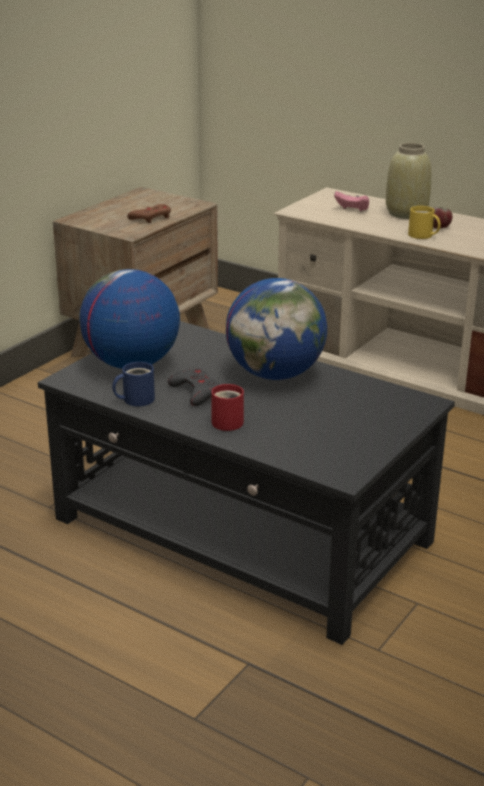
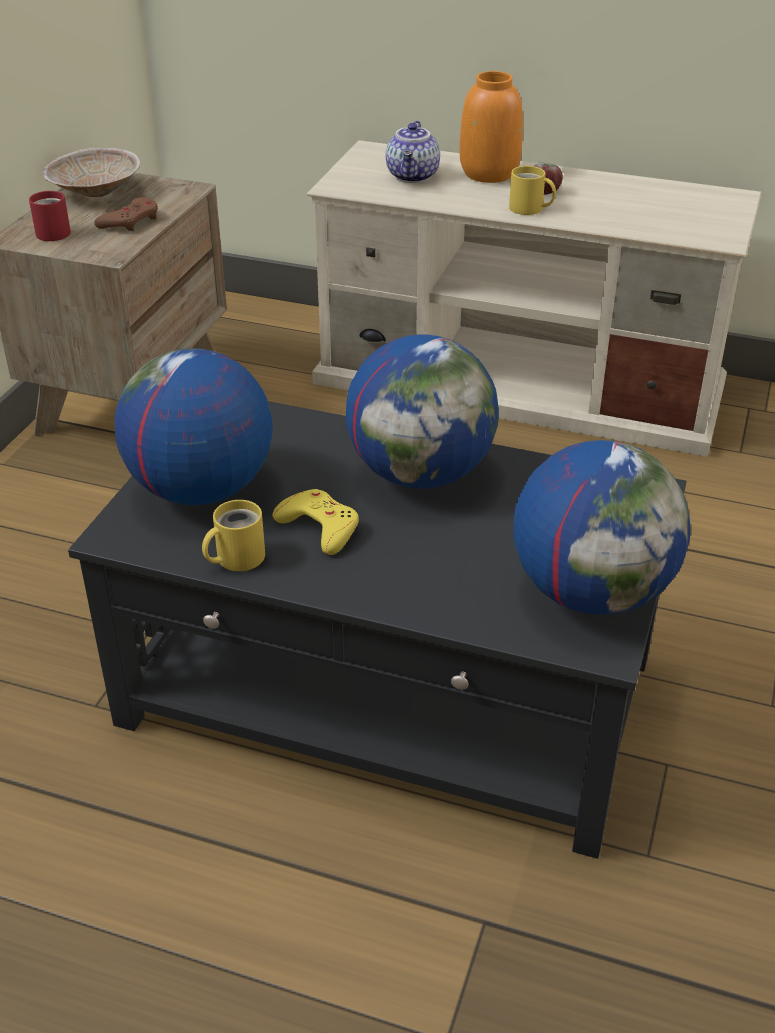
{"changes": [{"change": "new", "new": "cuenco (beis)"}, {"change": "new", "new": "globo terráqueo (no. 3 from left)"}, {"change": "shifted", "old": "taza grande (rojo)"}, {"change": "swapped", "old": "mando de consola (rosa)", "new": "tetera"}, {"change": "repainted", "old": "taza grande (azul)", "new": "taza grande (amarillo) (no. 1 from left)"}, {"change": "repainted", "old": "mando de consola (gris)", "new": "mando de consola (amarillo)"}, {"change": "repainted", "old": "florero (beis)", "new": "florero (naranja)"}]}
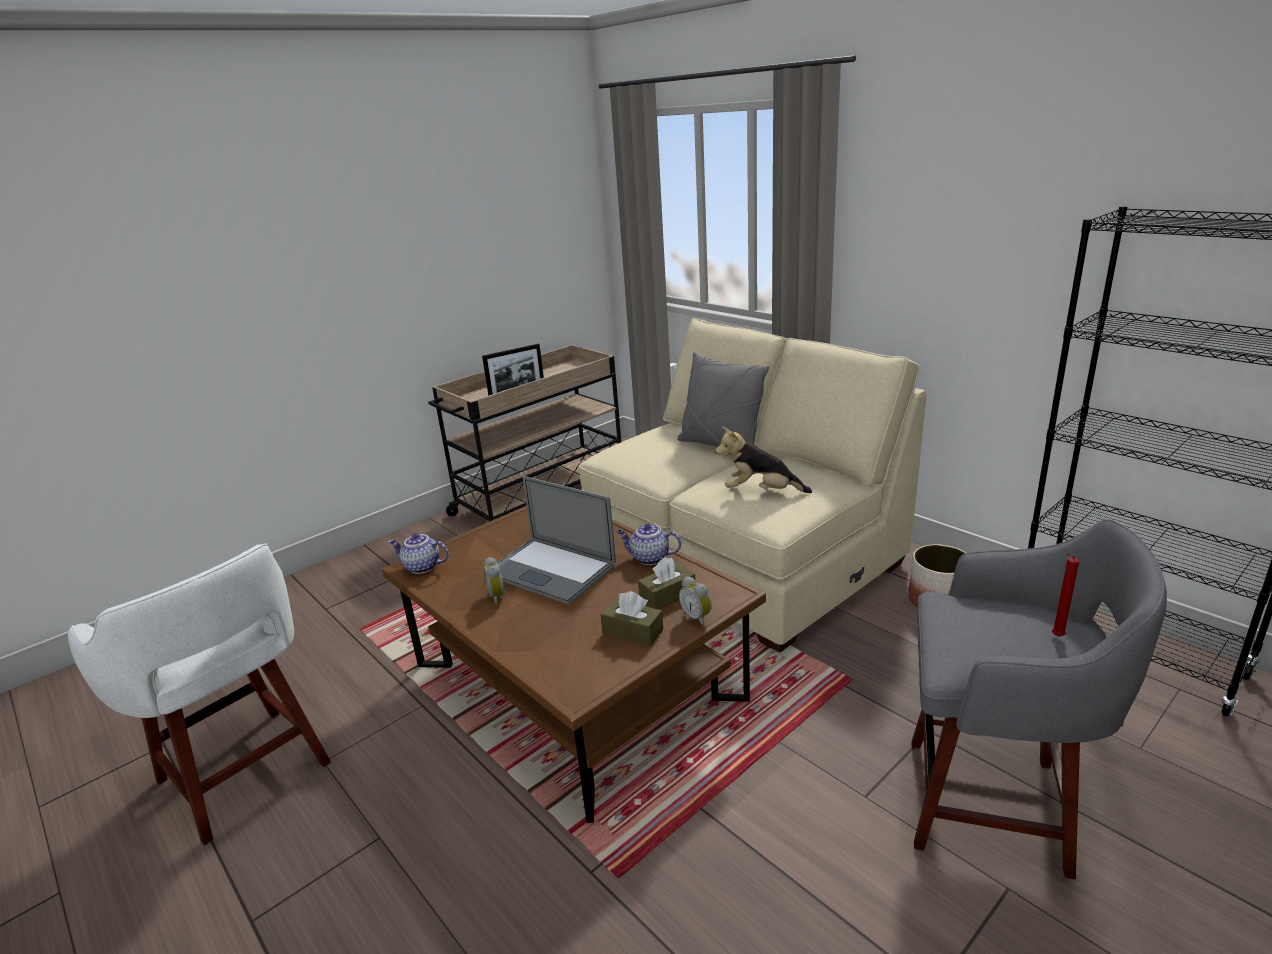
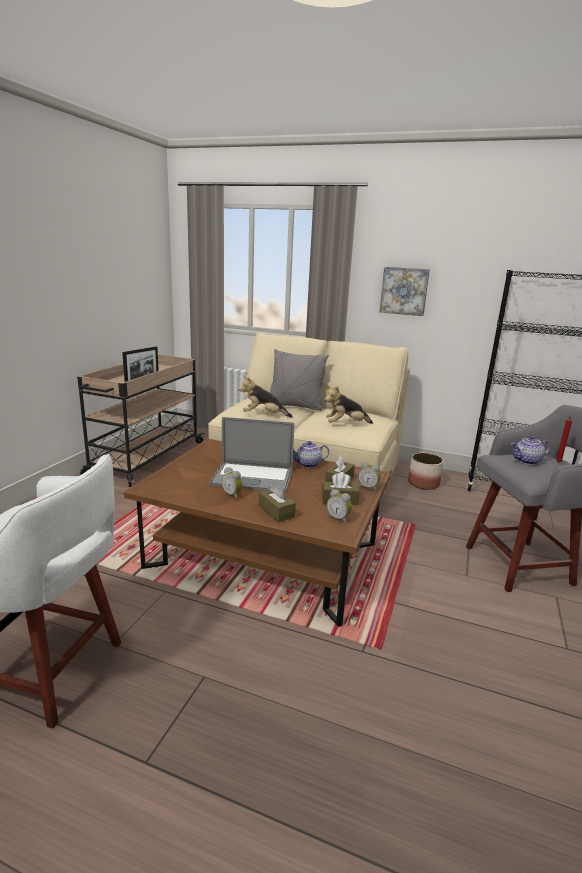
{"changes": [{"change": "new", "new": "peluche (no. 1 from left)"}, {"change": "new", "new": "caja de pañuelos (marrón) (no. 1 from left)"}, {"change": "new", "new": "despertador (no. 2 from left)"}, {"change": "new", "new": "cuadro"}, {"change": "shifted", "old": "tetera (no. 1 from left in the first image)", "new": "tetera (no. 2 from left)"}]}
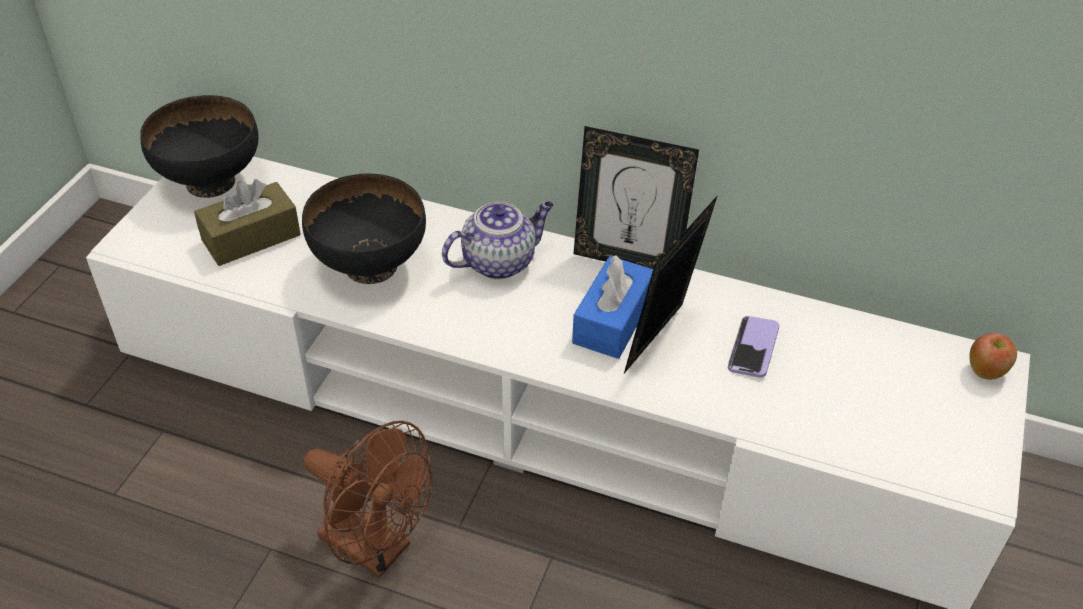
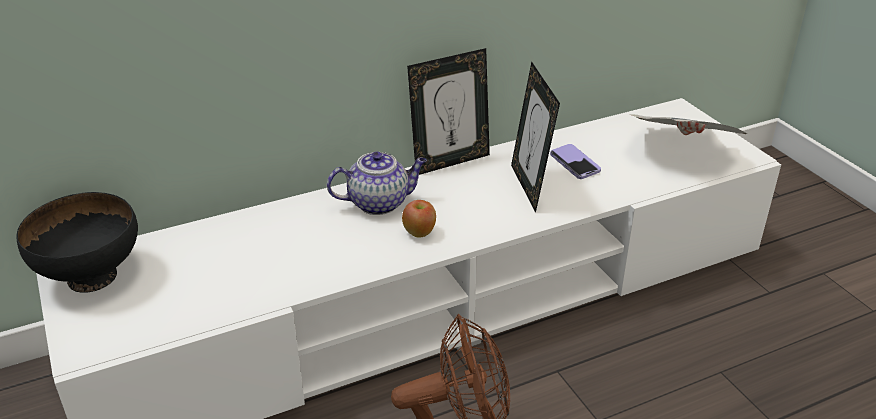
{"changes": [{"change": "gone", "old": "caja de pañuelos (marrón)"}, {"change": "gone", "old": "cuenco (negro) (no. 2 from left)"}, {"change": "gone", "old": "caja de pañuelos (azul)"}, {"change": "new", "new": "periódico"}, {"change": "shifted", "old": "manzana"}, {"change": "rotated", "old": "tetera", "degrees": 60}]}
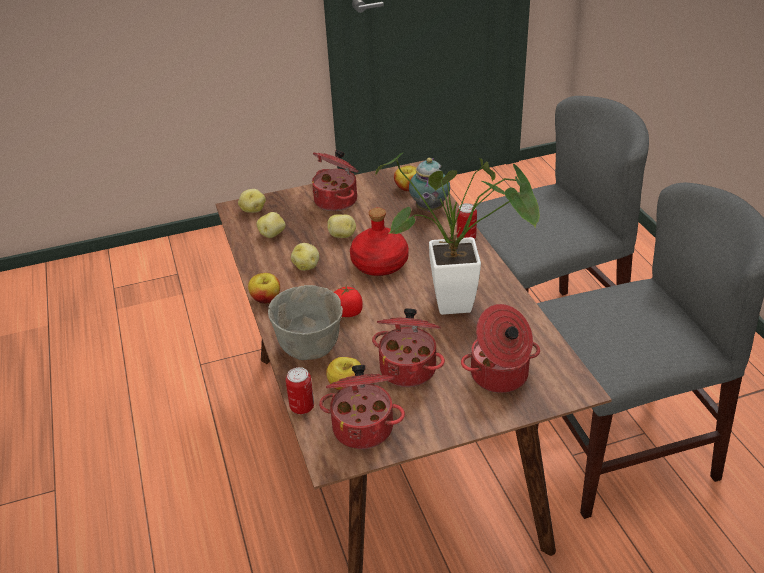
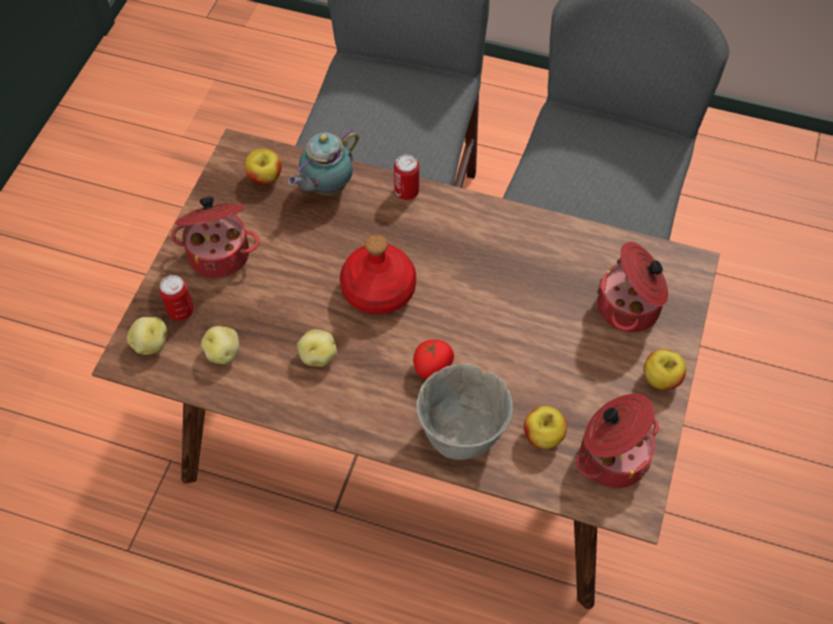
{"changes": [{"change": "gone", "old": "patata (no. 4 from left)"}, {"change": "gone", "old": "olla (no. 3 from left)"}, {"change": "gone", "old": "planta en maceta"}, {"change": "shifted", "old": "manzana (no. 1 from left in the first image)", "new": "manzana (no. 3 from left)"}, {"change": "shifted", "old": "lata (no. 1 from left)"}, {"change": "rotated", "old": "tetera", "degrees": 90}]}
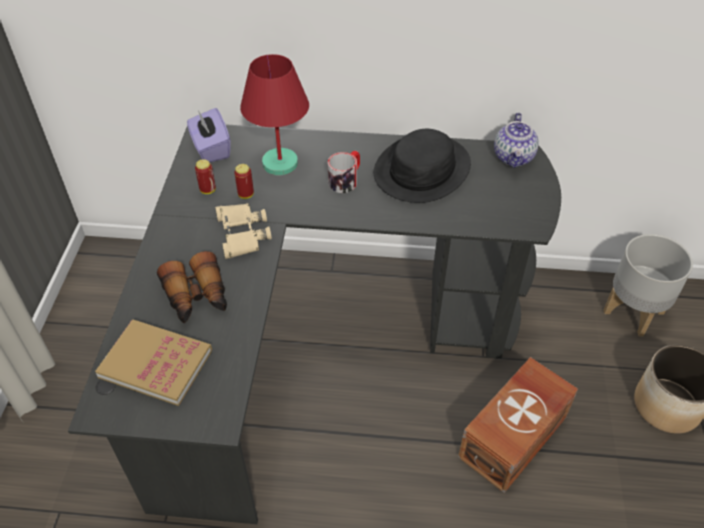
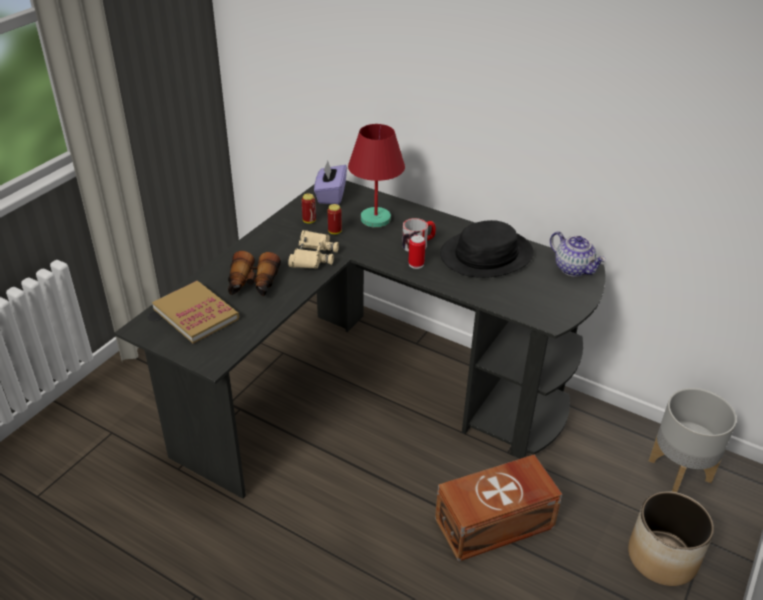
{"changes": [{"change": "new", "new": "lata (no. 3 from left)"}, {"change": "rotated", "old": "tetera", "degrees": -75}]}
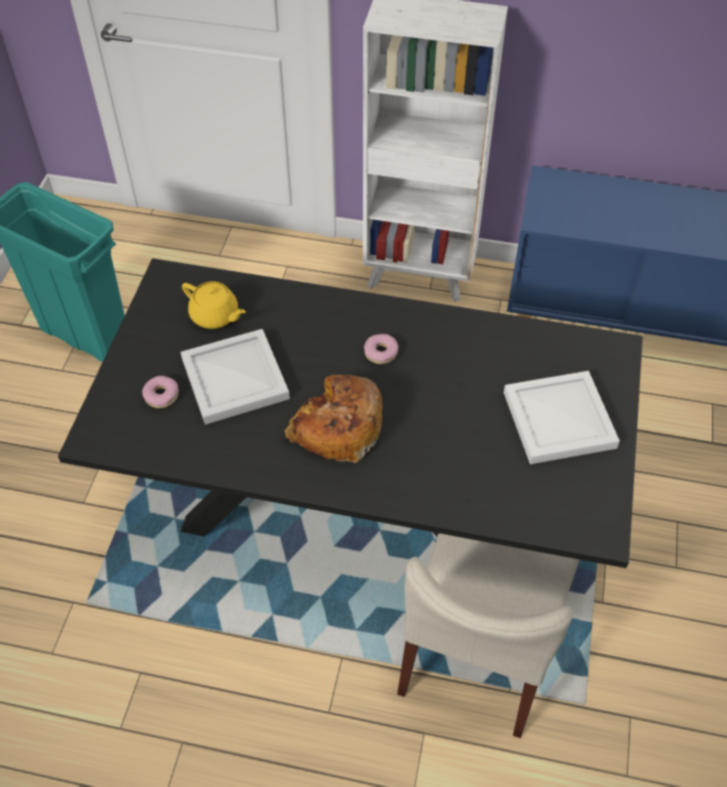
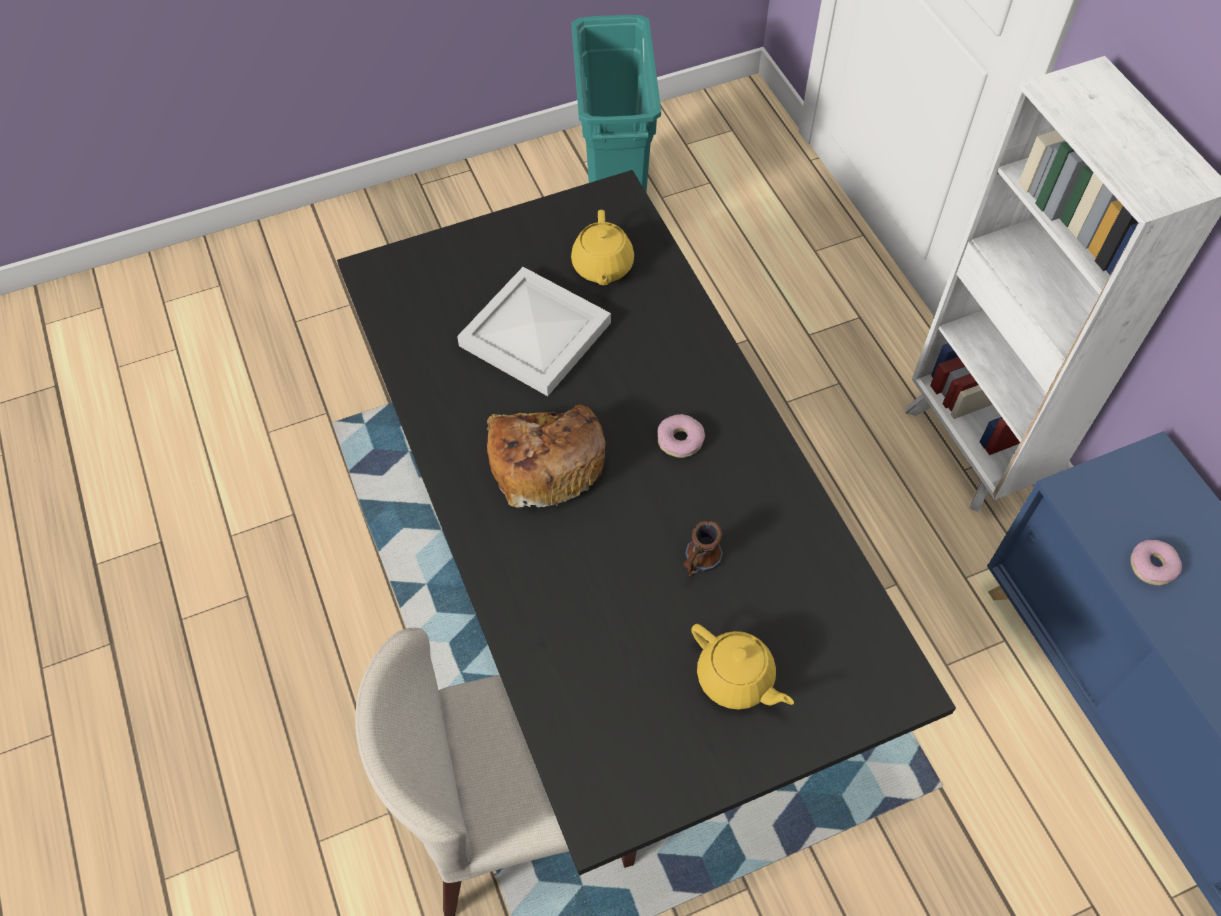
{"changes": [{"change": "new", "new": "taza grande"}, {"change": "shifted", "old": "rosquilla (no. 1 from left in the first image)", "new": "rosquilla (no. 2 from left)"}, {"change": "swapped", "old": "bandeja (blanco) (no. 2 from left)", "new": "tetera (amarillo) (no. 2 from left)"}]}
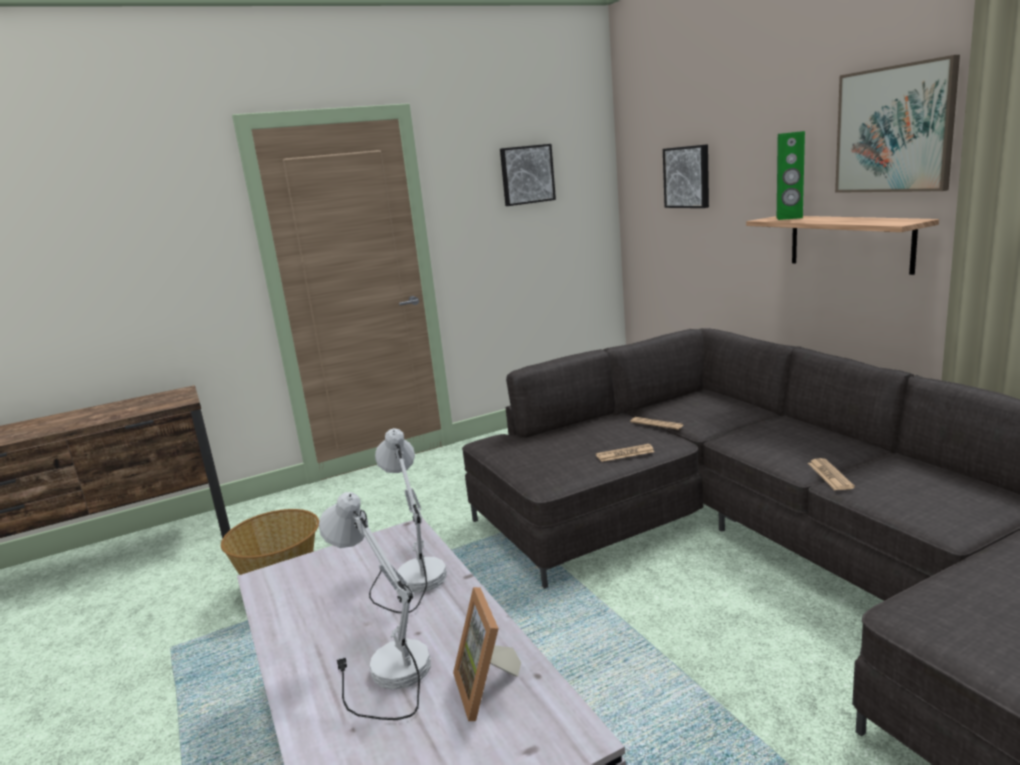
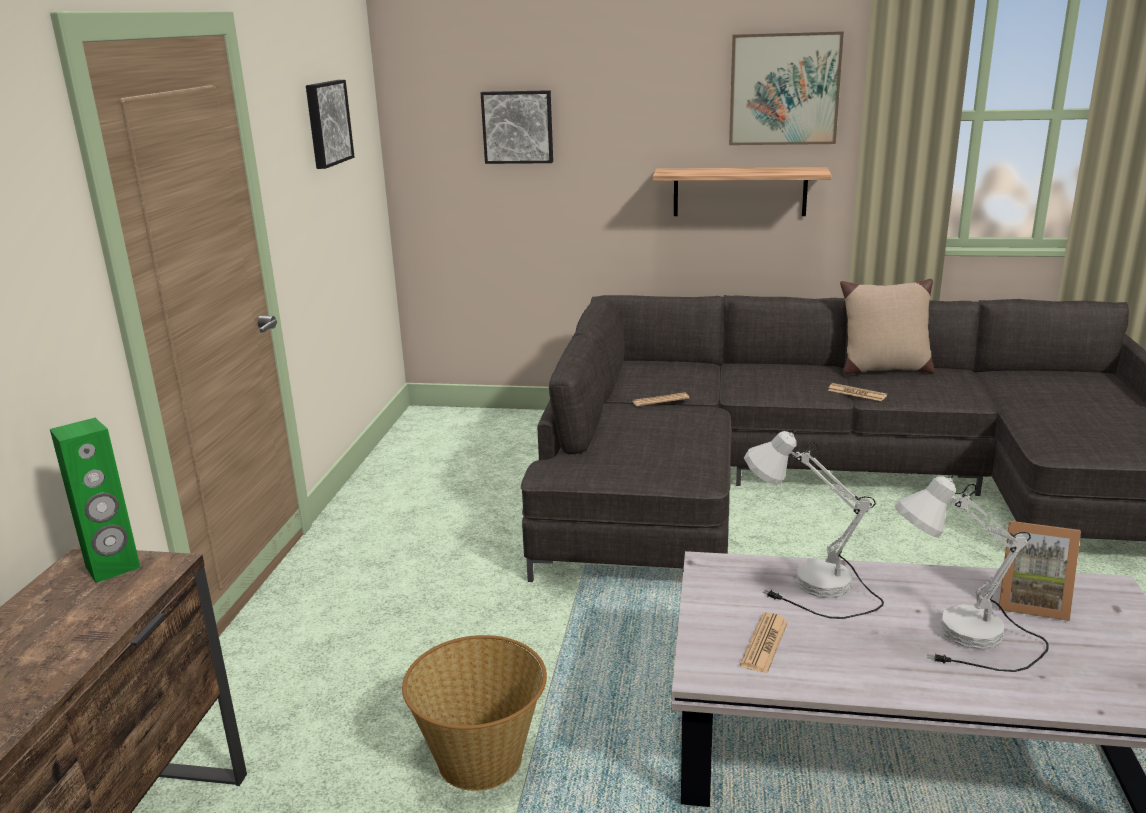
{"changes": [{"change": "new", "new": "cojín (beis)"}, {"change": "shifted", "old": "periódico (no. 1 from left in the first image)", "new": "periódico (no. 2 from left)"}, {"change": "shifted", "old": "altavoz (verde)"}]}
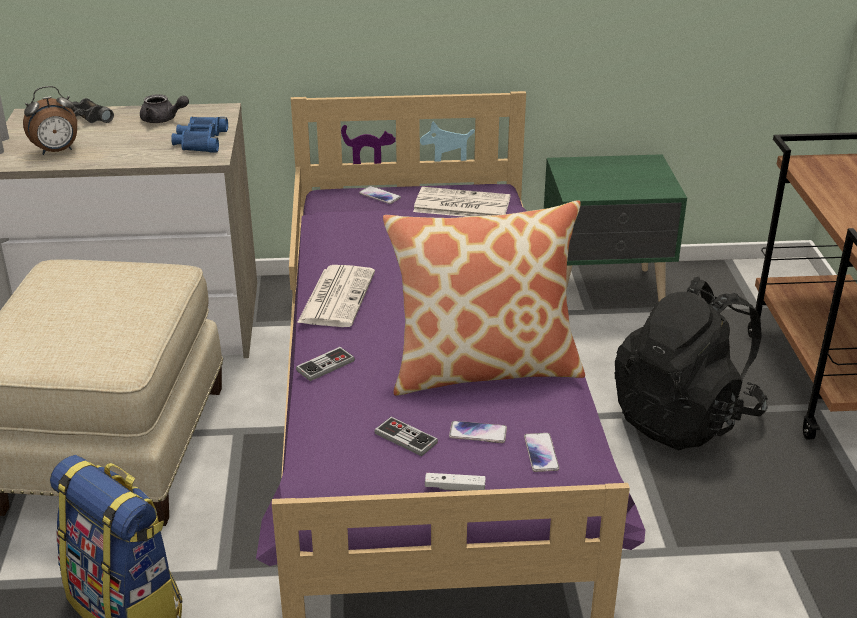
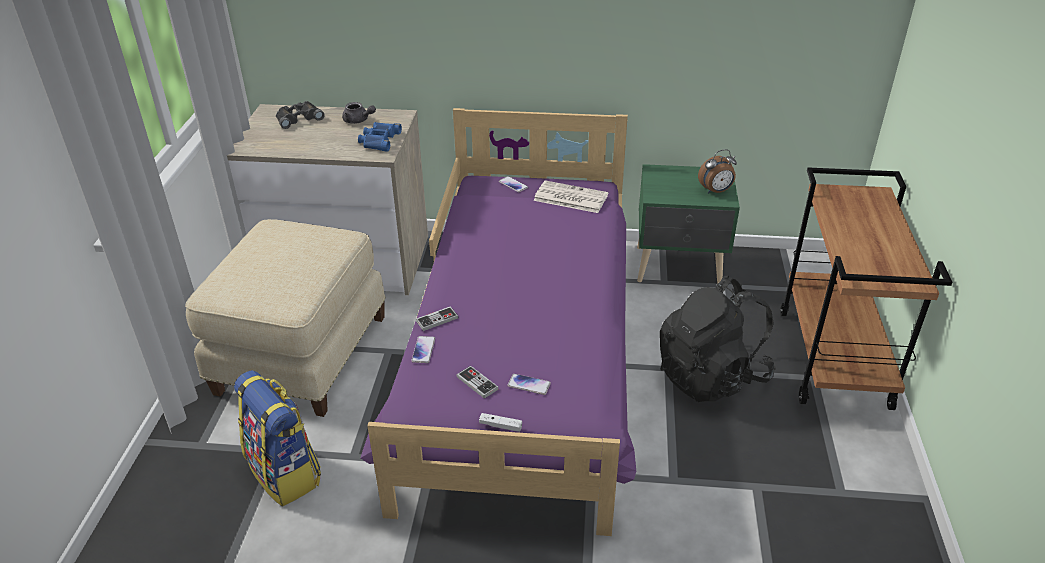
{"changes": [{"change": "gone", "old": "periódico (no. 1 from left)"}, {"change": "gone", "old": "cojín"}, {"change": "shifted", "old": "despertador"}, {"change": "shifted", "old": "móvil (no. 3 from left in the first image)", "new": "móvil (no. 1 from left)"}]}
